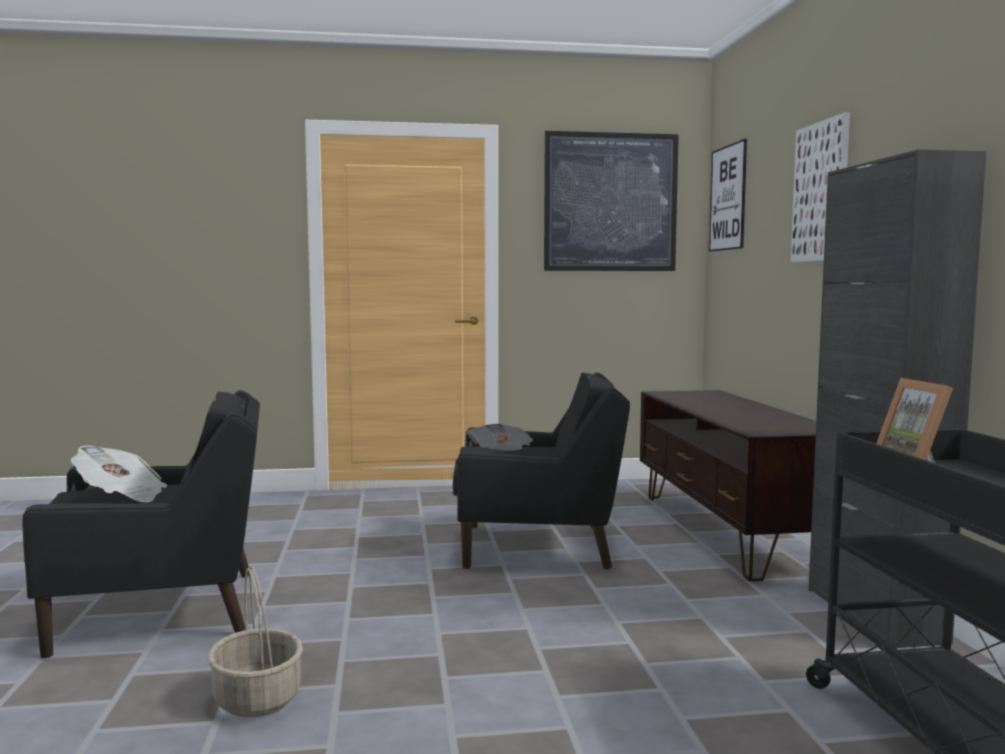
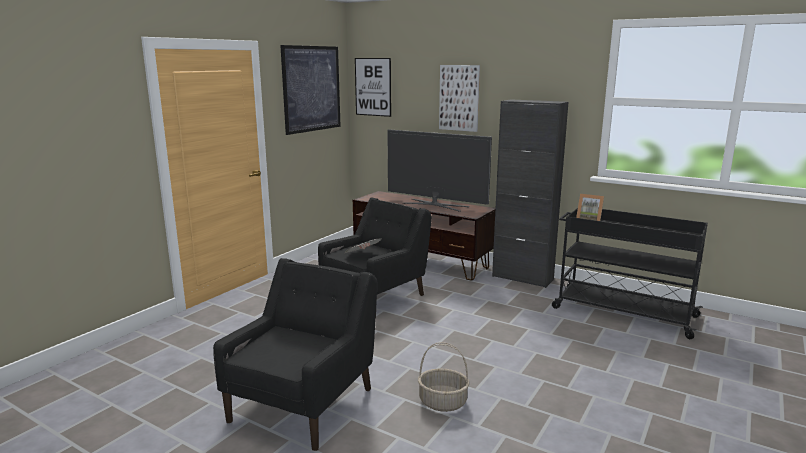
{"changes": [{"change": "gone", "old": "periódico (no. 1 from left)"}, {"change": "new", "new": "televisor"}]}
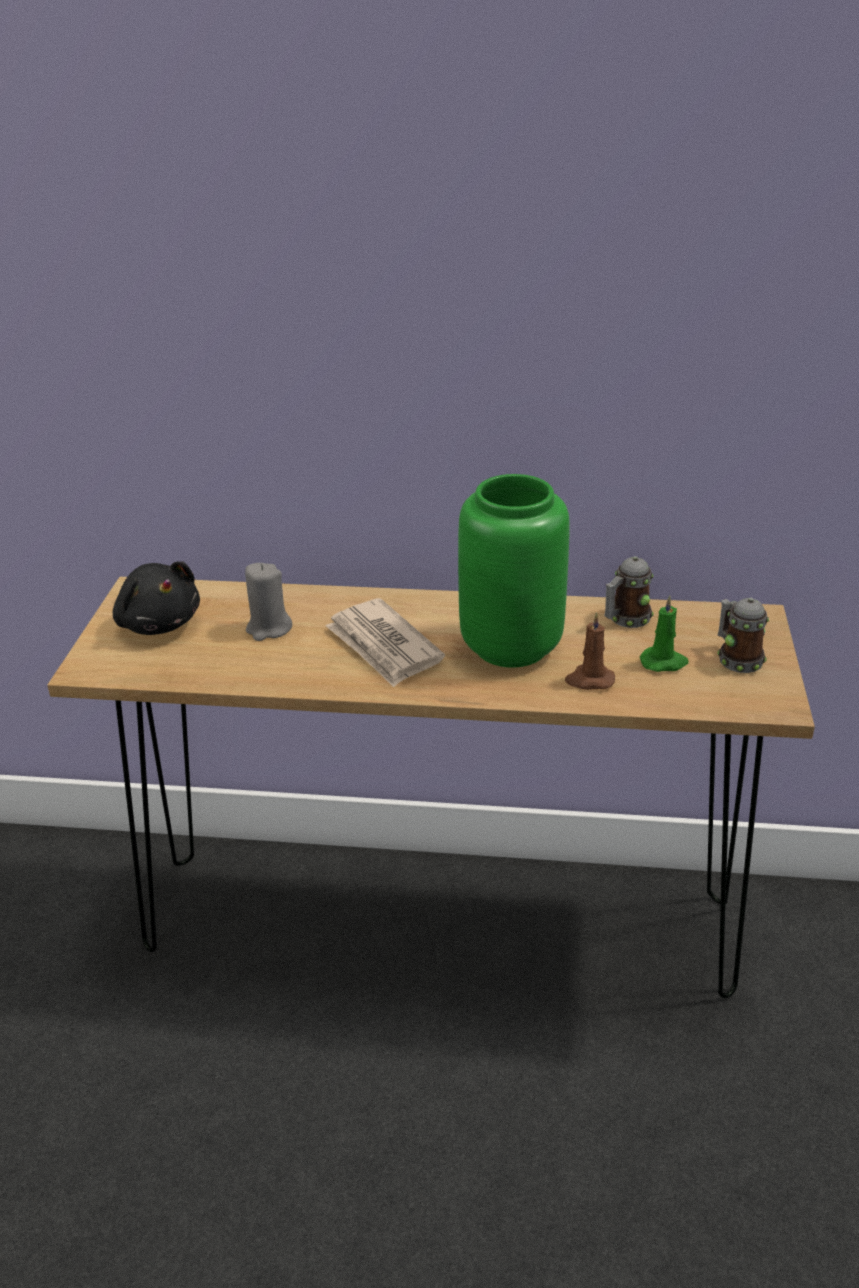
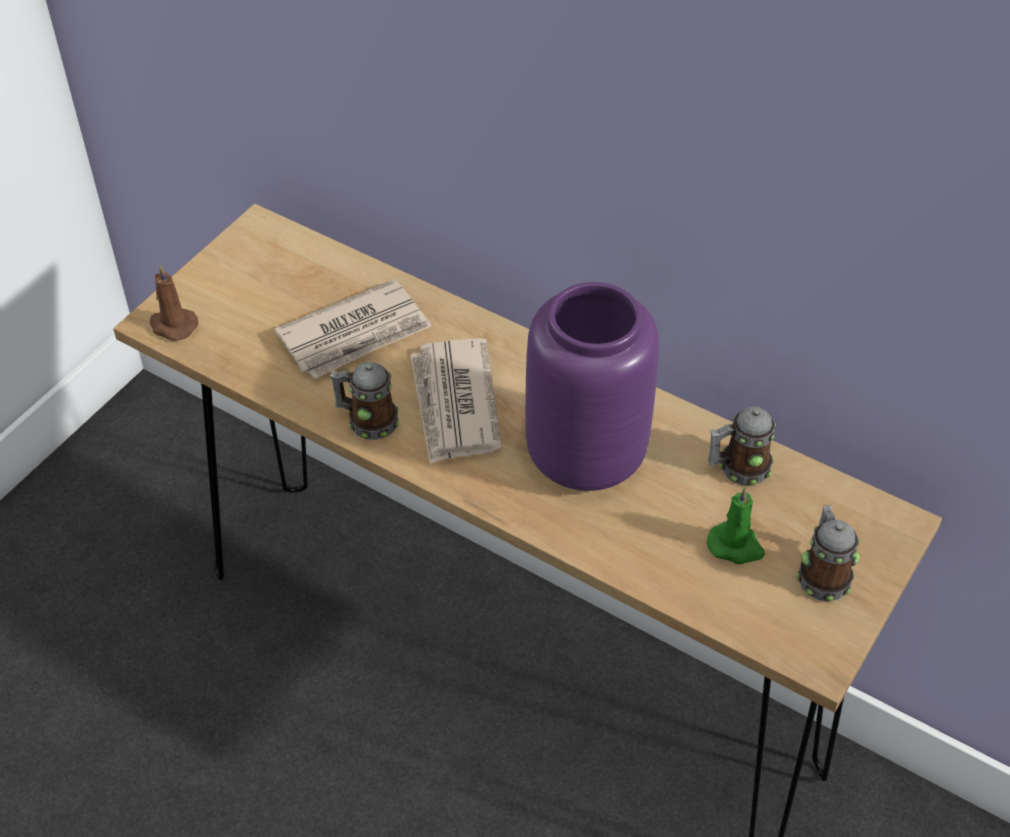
{"changes": [{"change": "gone", "old": "peluche (negro)"}, {"change": "new", "new": "taza grande (no. 1 from left)"}, {"change": "shifted", "old": "vela (marrón)"}, {"change": "swapped", "old": "vela (gris)", "new": "periódico (no. 1 from left)"}, {"change": "repainted", "old": "florero (verde)", "new": "florero (morado)"}]}
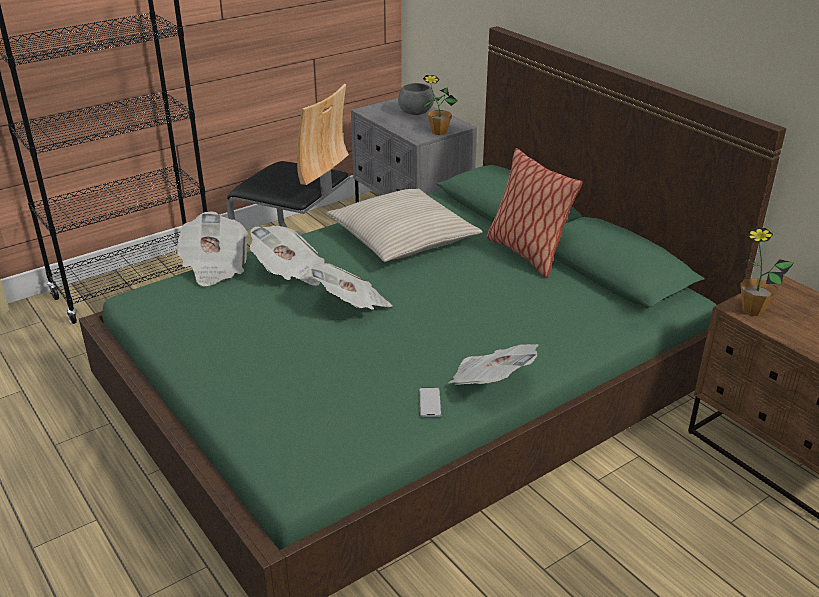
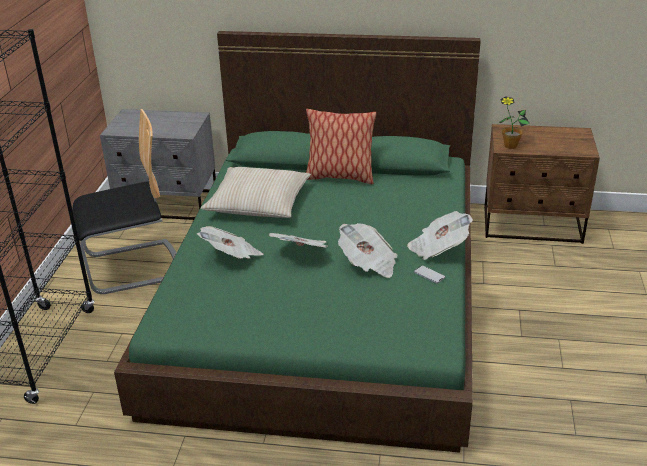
{"changes": [{"change": "gone", "old": "cuenco (gris)"}, {"change": "gone", "old": "planta en maceta (no. 1 from left)"}, {"change": "shifted", "old": "periódico (no. 1 from left in the first image)", "new": "periódico (no. 3 from left)"}]}
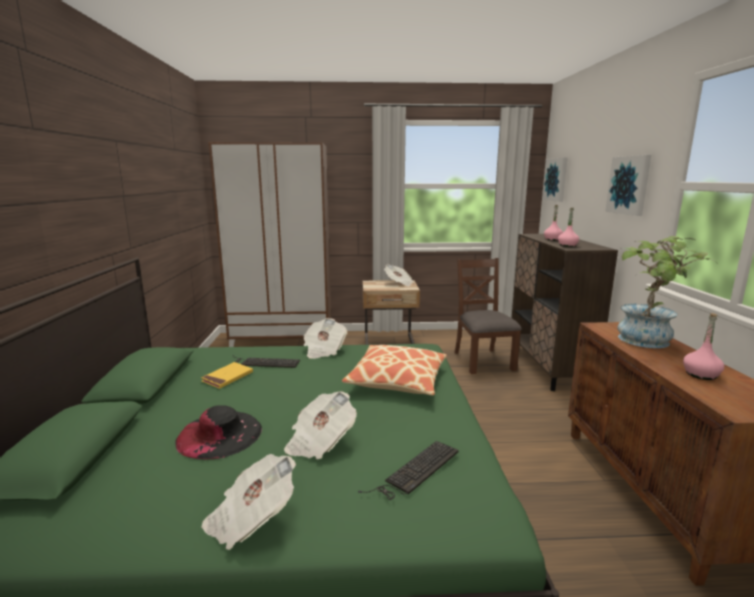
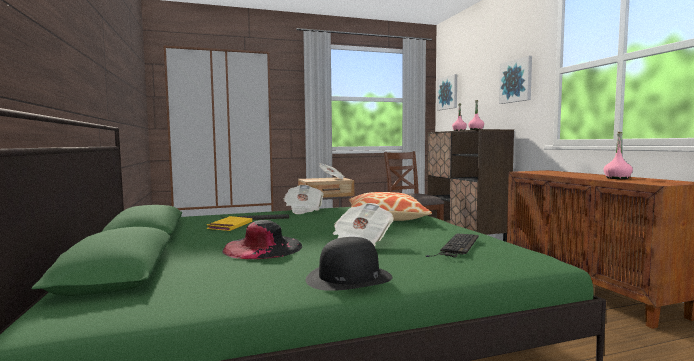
{"changes": [{"change": "gone", "old": "planta en maceta"}, {"change": "swapped", "old": "periódico (no. 1 from left)", "new": "sombrero (negro) (no. 2 from left)"}]}
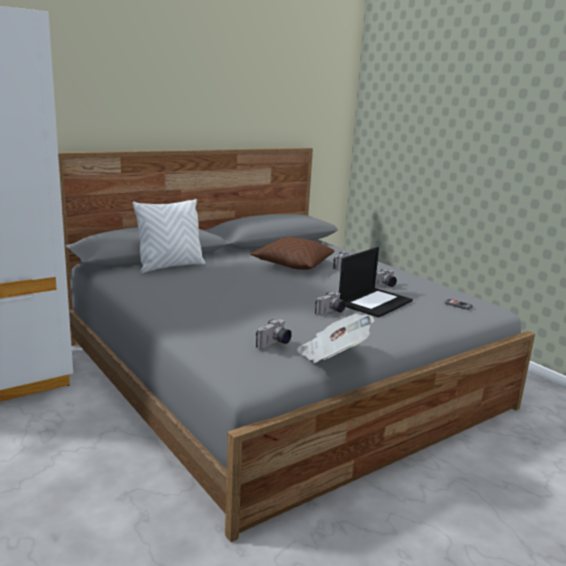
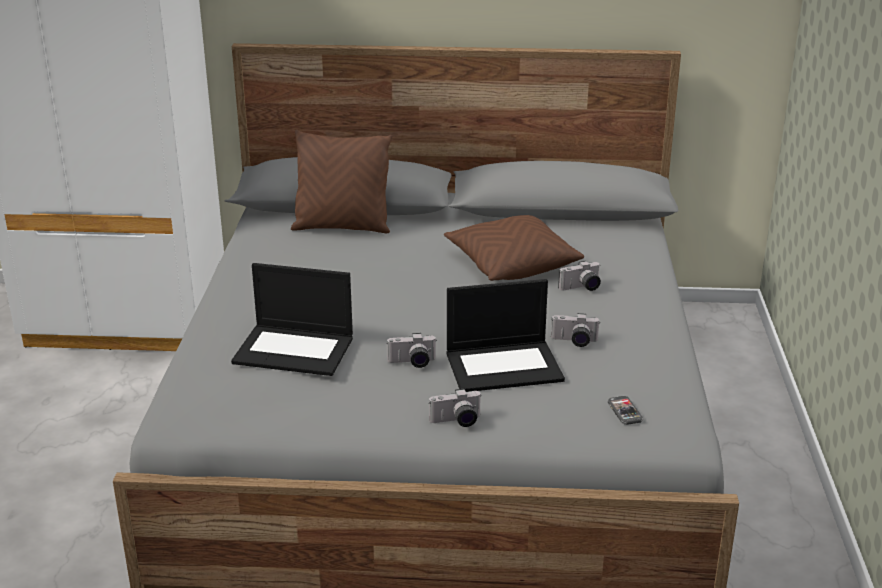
{"changes": [{"change": "gone", "old": "periódico"}, {"change": "new", "new": "portátil (no. 1 from left)"}, {"change": "shifted", "old": "cámara (no. 1 from left in the first image)", "new": "cámara (no. 2 from left)"}, {"change": "repainted", "old": "cojín (blanco)", "new": "cojín (marrón) (no. 1 from left)"}]}
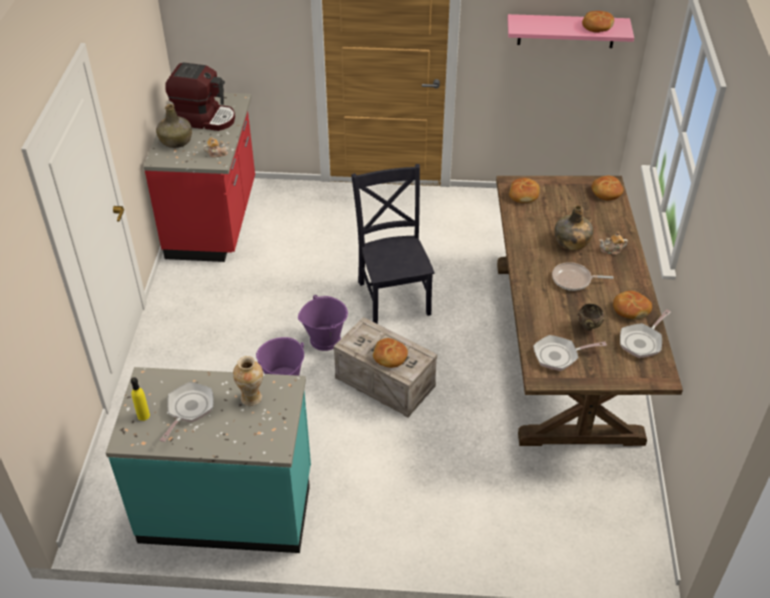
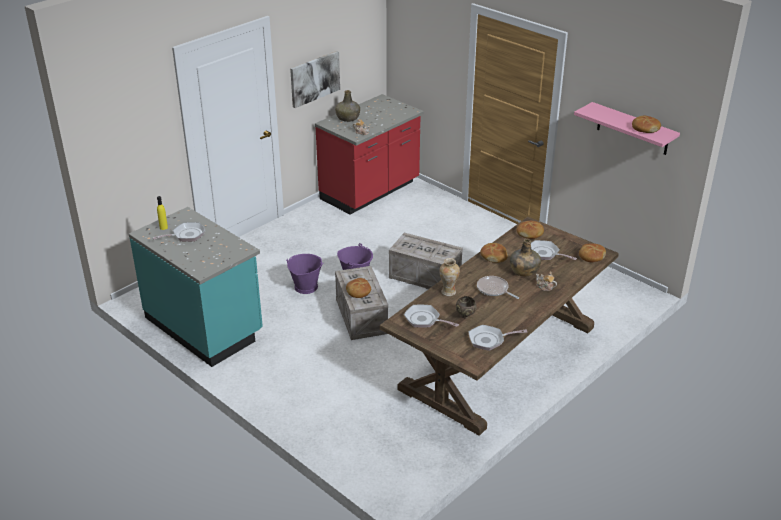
{"changes": [{"change": "gone", "old": "cafetera"}, {"change": "new", "new": "cuadro"}, {"change": "new", "new": "sartén (no. 5 from left)"}, {"change": "shifted", "old": "florero"}, {"change": "shifted", "old": "pan (no. 5 from left in the first image)", "new": "pan (no. 2 from left)"}, {"change": "swapped", "old": "silla (negro)", "new": "caja de embalaje (no. 2 from left)"}]}
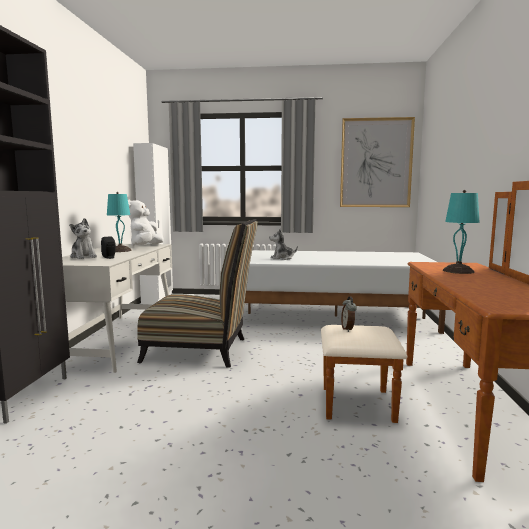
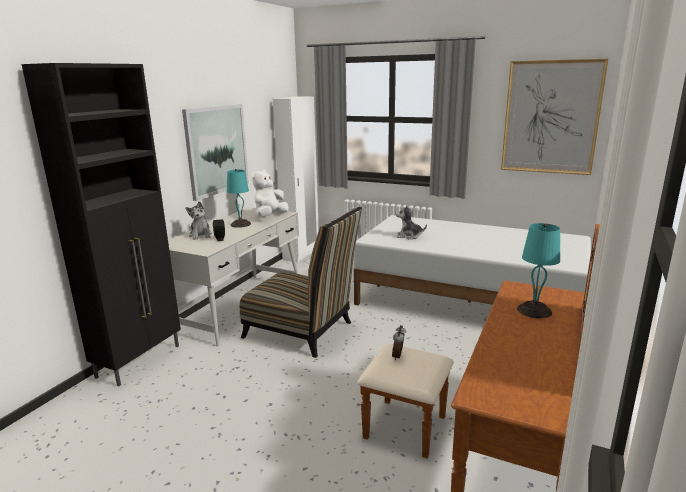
{"changes": [{"change": "new", "new": "cuadro (no. 1 from left)"}]}
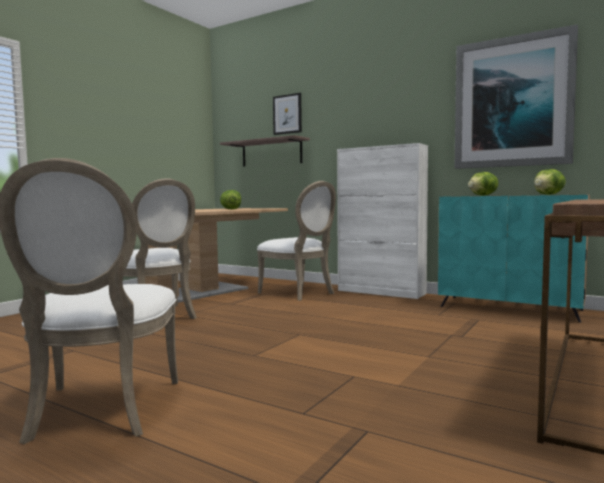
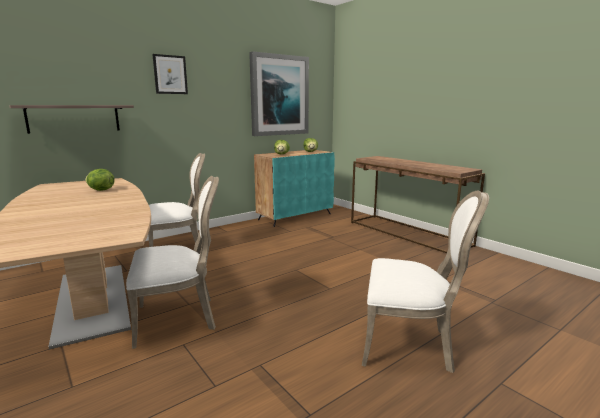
{"changes": [{"change": "gone", "old": "armario (blanco)"}, {"change": "shifted", "old": "cuadro (no. 1 from left)"}]}
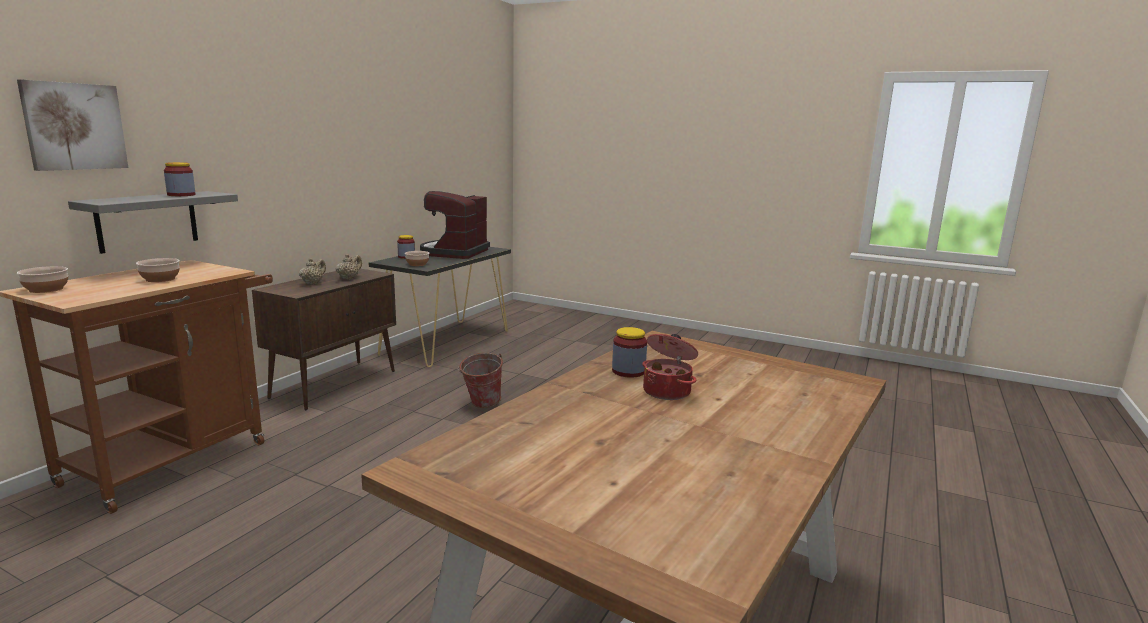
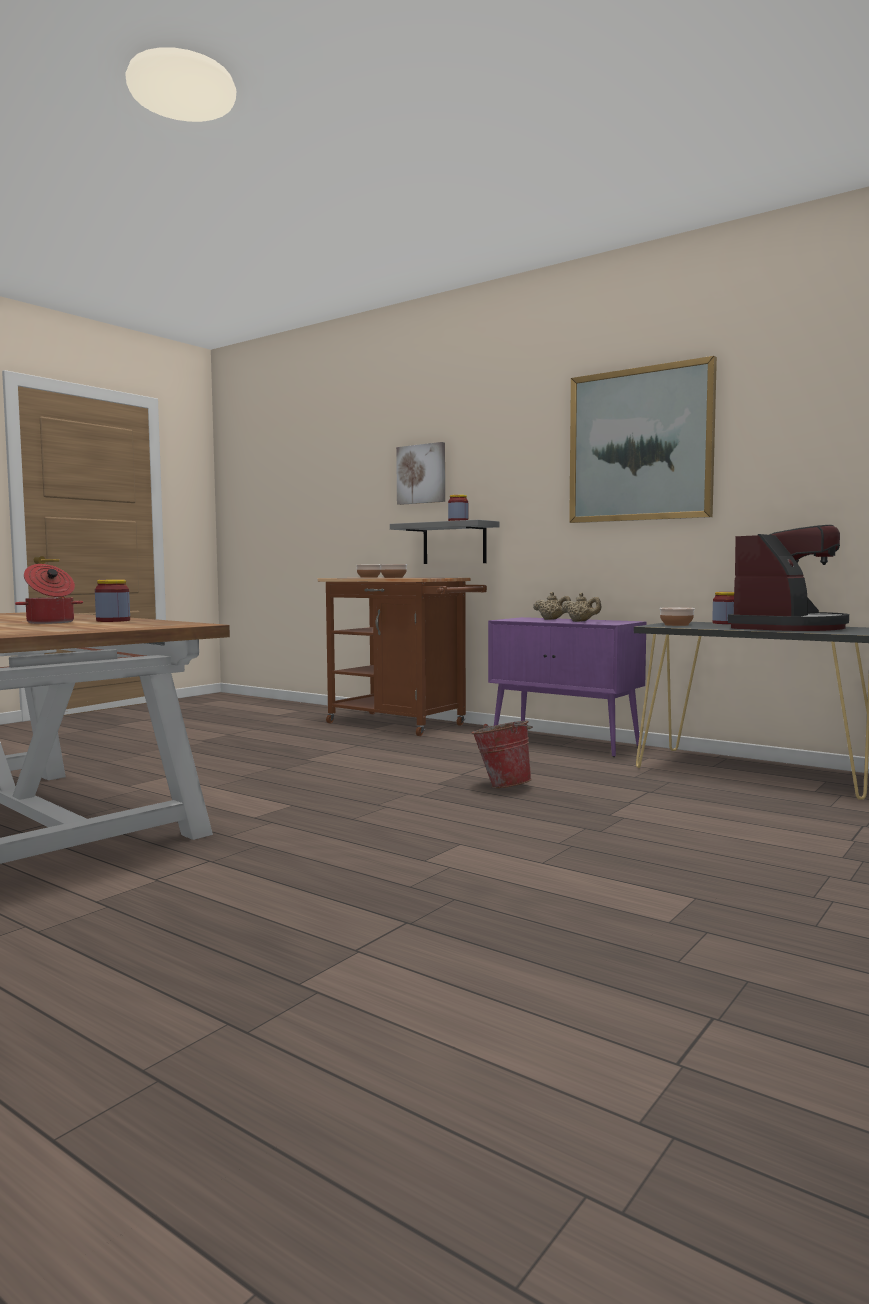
{"changes": [{"change": "new", "new": "cuadro (no. 2 from left)"}, {"change": "repainted", "old": "armario (marrón)", "new": "armario (morado)"}, {"change": "rotated", "old": "cafetera", "degrees": 105}]}
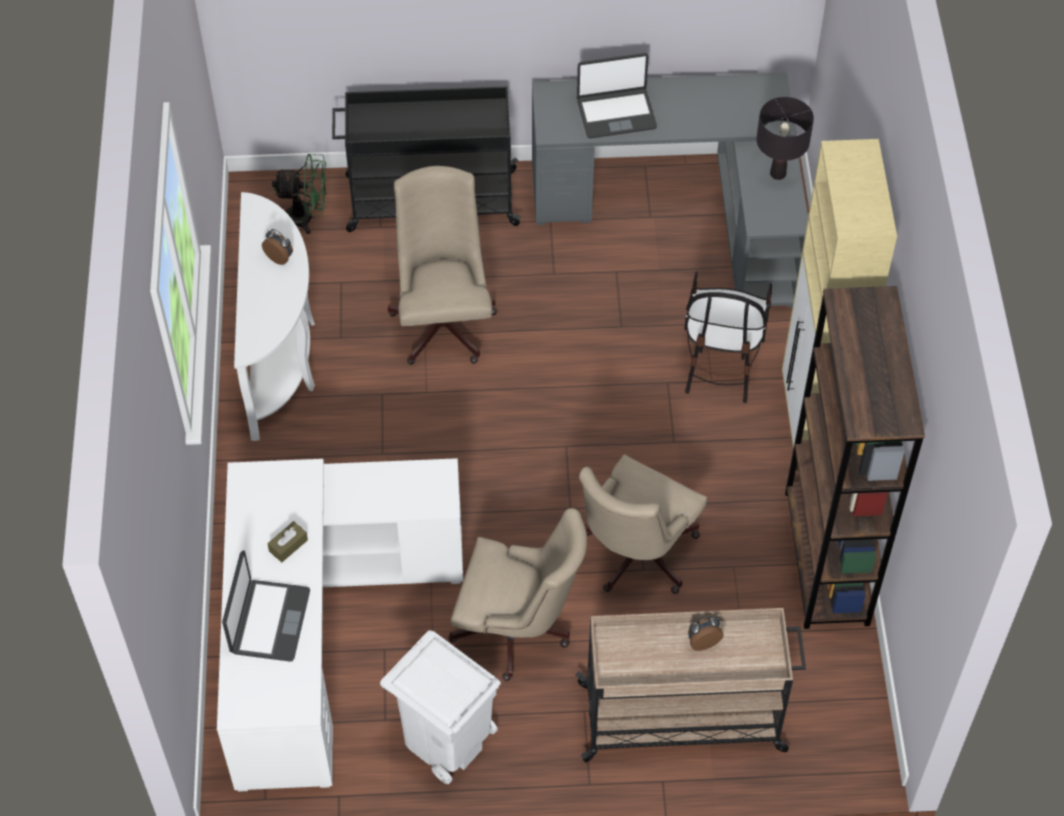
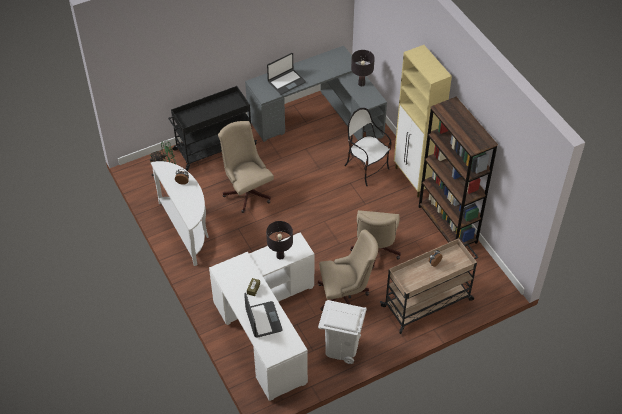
{"changes": [{"change": "new", "new": "lámpara de mesa (negro) (no. 1 from left)"}, {"change": "rotated", "old": "silla", "degrees": 150}]}
